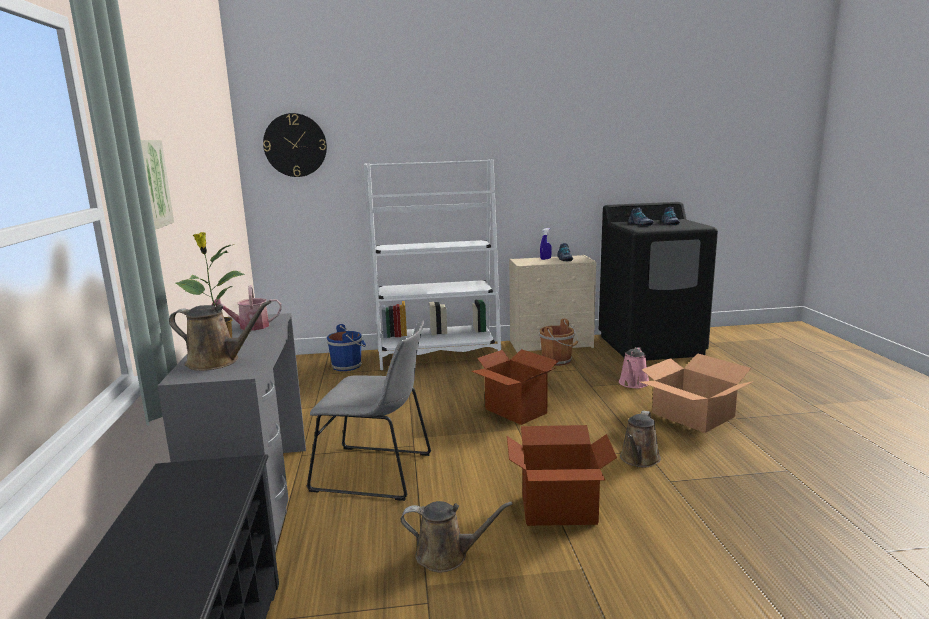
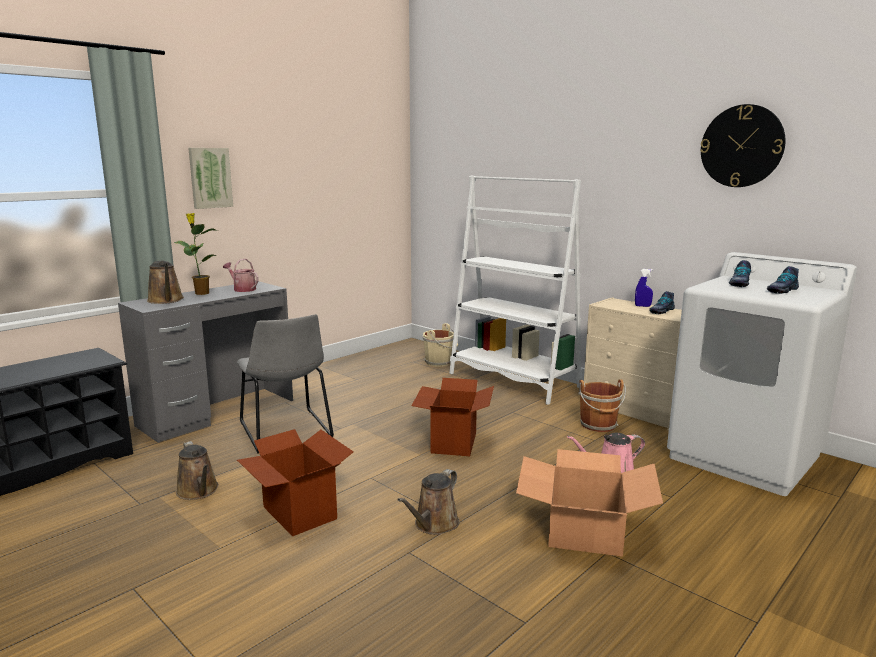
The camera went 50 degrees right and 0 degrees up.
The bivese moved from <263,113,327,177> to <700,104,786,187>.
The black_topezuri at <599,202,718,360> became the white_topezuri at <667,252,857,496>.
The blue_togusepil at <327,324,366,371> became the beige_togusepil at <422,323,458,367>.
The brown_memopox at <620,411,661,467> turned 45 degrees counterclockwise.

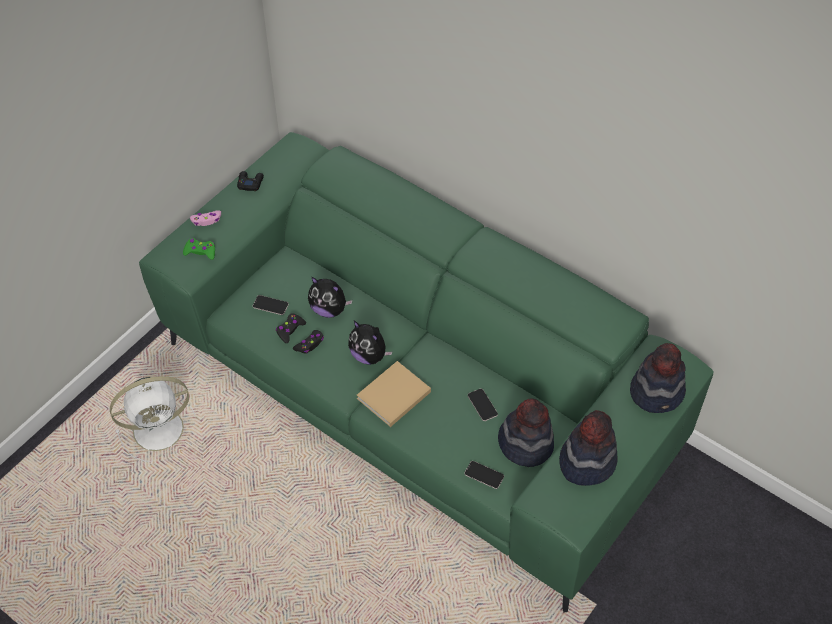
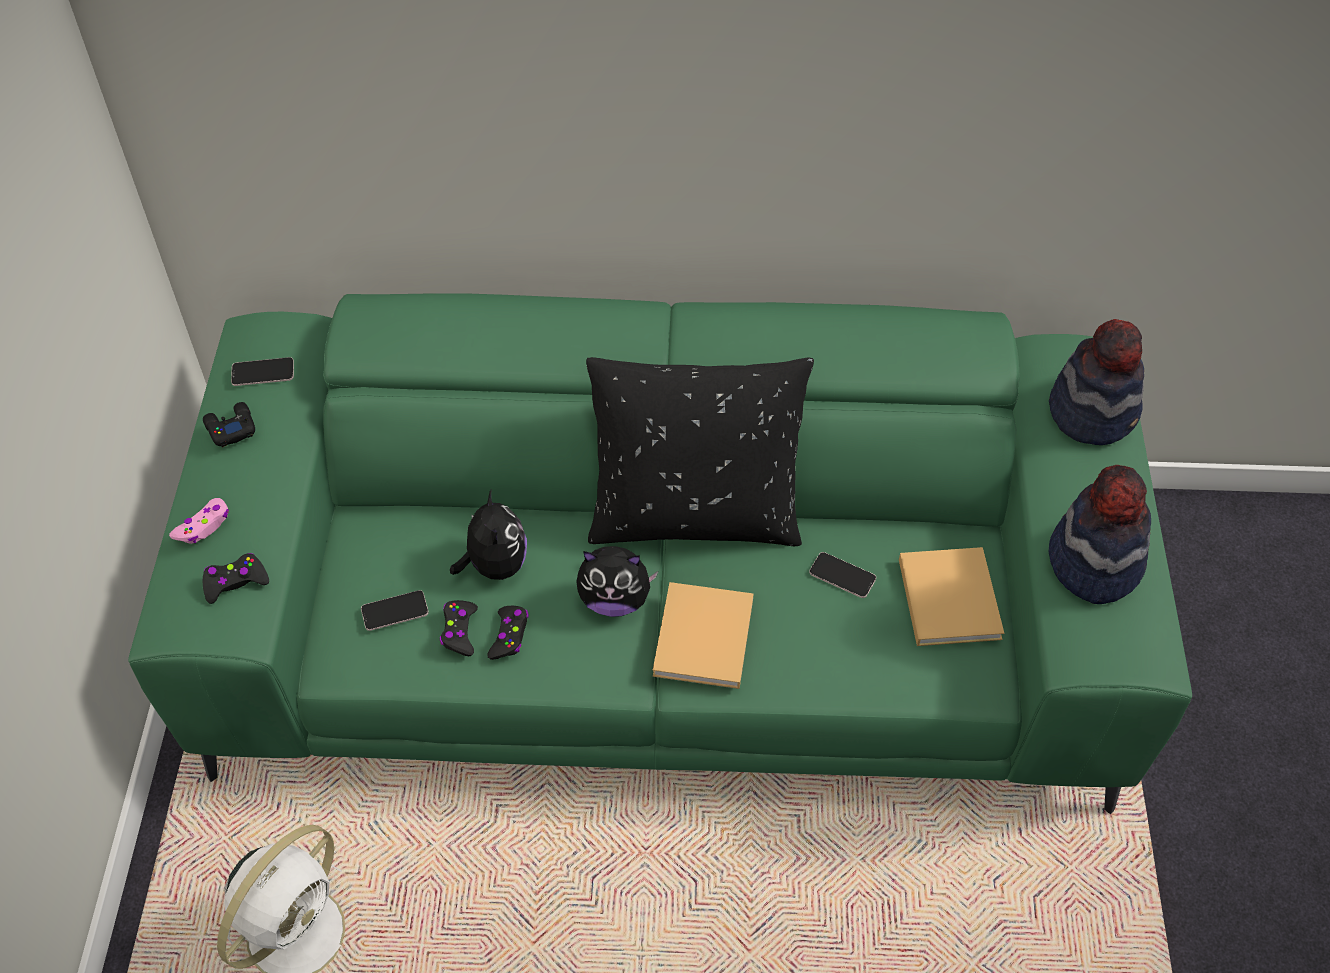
The camera went 35 degrees left and 0 degrees up.
The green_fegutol at <183,238,215,260> became the black_fegutol at <203,553,269,604>.
The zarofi at <308,277,353,318> turned 90 degrees counterclockwise.
The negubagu at <498,398,554,467> was replaced by the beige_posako at <899,547,1004,646>.
The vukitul moved from <465,461,504,489> to <231,357,294,386>.
The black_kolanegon at <586,357,814,546> appeared.

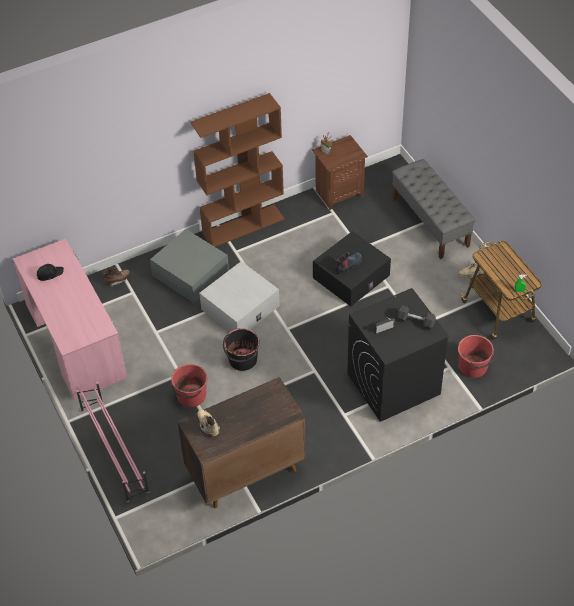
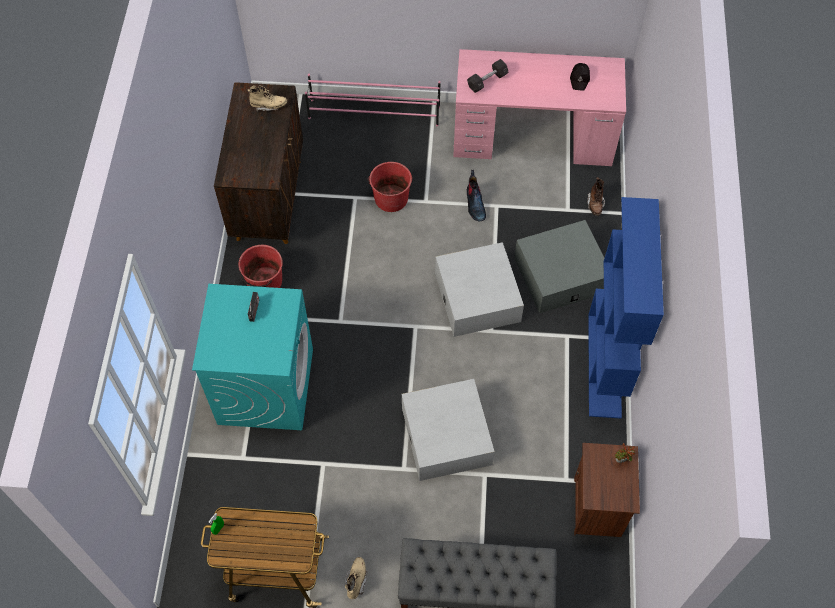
The camera went 120 degrees right and 10 degrees up.
The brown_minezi at <190,93,285,247> became the blue_minezi at <588,197,664,419>.
The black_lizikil at <313,231,391,306> became the white_lizikil at <402,379,494,481>.
The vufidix moved from <334,252,362,275> to <467,170,486,221>.
The black_topezuri at <347,288,449,422> became the turquoise_topezuri at <192,284,313,430>.
The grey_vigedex moved from <397,305,436,329> to <467,59,509,93>.
The black_togusepil at <223,328,259,371> disappeared.
The red_togusepil moved from <458,335,494,378> to <239,245,283,288>.

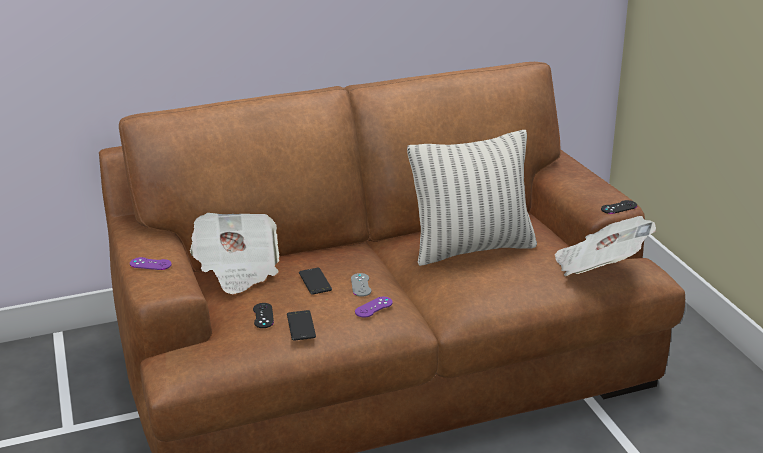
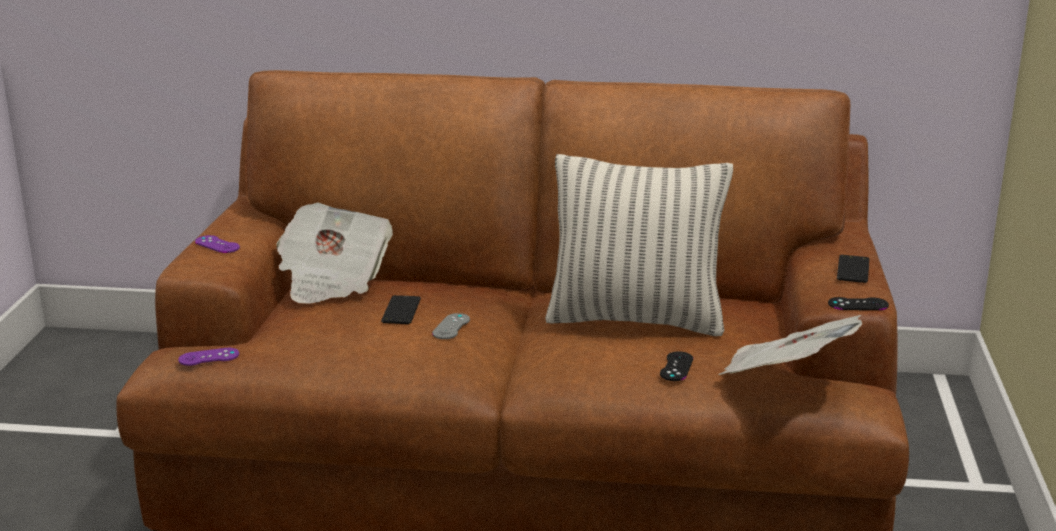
The camera went 25 degrees right and 5 degrees down.
The purple_fegutol moved from <355,297,393,318> to <178,348,239,366>.
The black_fegutol moved from <253,303,274,328> to <660,351,693,381>.
The vukitul moved from <287,310,316,341> to <837,255,869,283>.

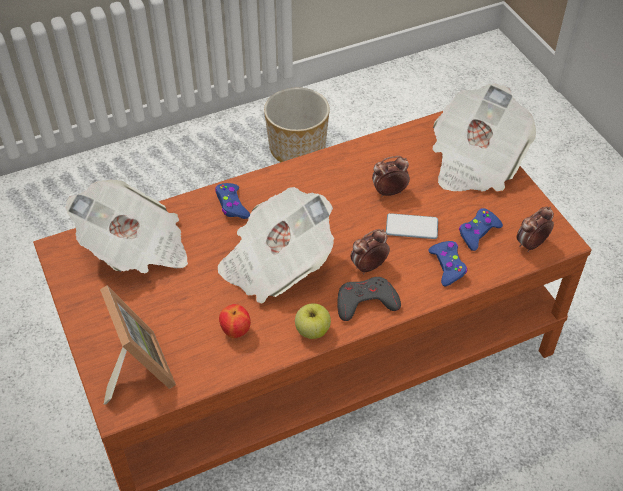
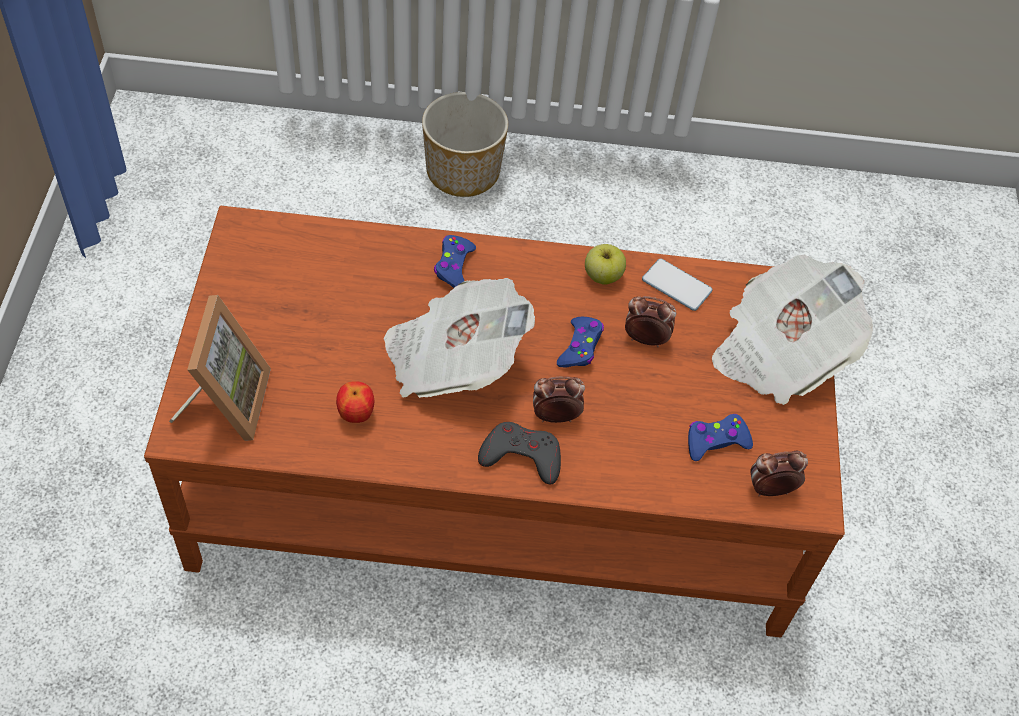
The camera went 25 degrees right and 5 degrees up.
The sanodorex moved from <264,88,330,162> to <422,92,508,197>.
The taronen at <66,180,188,274> disappeared.
The vukitul moved from <386,213,438,239> to <642,259,713,311>.
The blue_fegutol moved from <428,241,467,286> to <557,317,604,368>.
The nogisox moved from <295,304,331,339> to <585,244,626,285>.

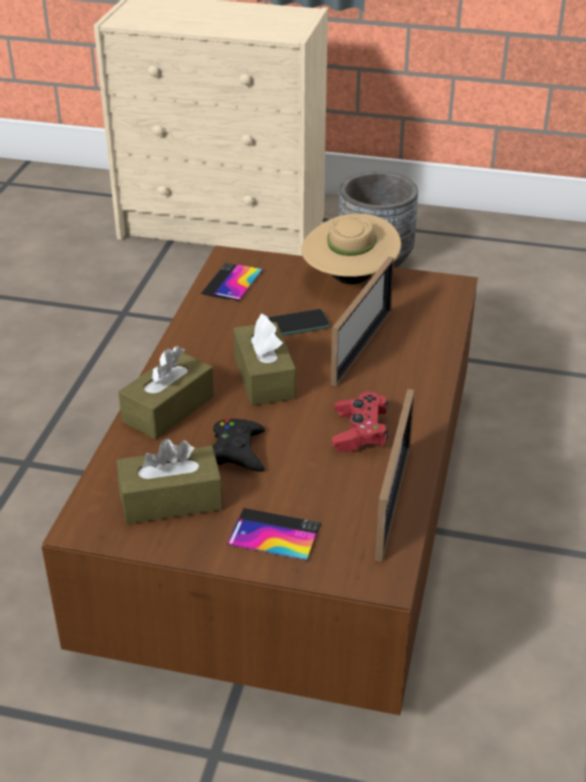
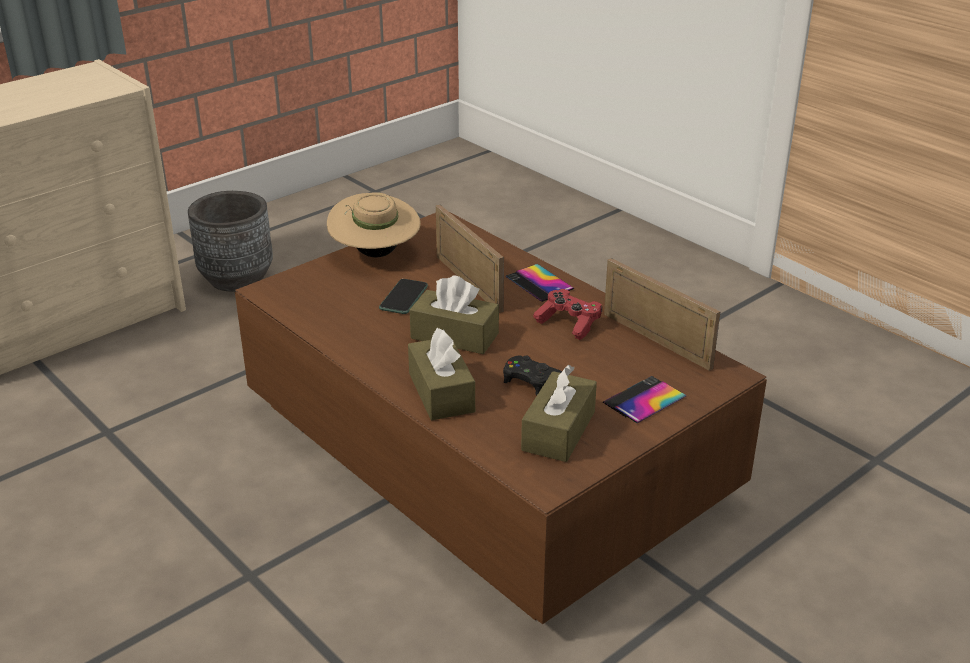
The camera went 55 degrees left and 5 degrees down.
The vukitul moved from <201,263,263,301> to <506,264,574,302>.

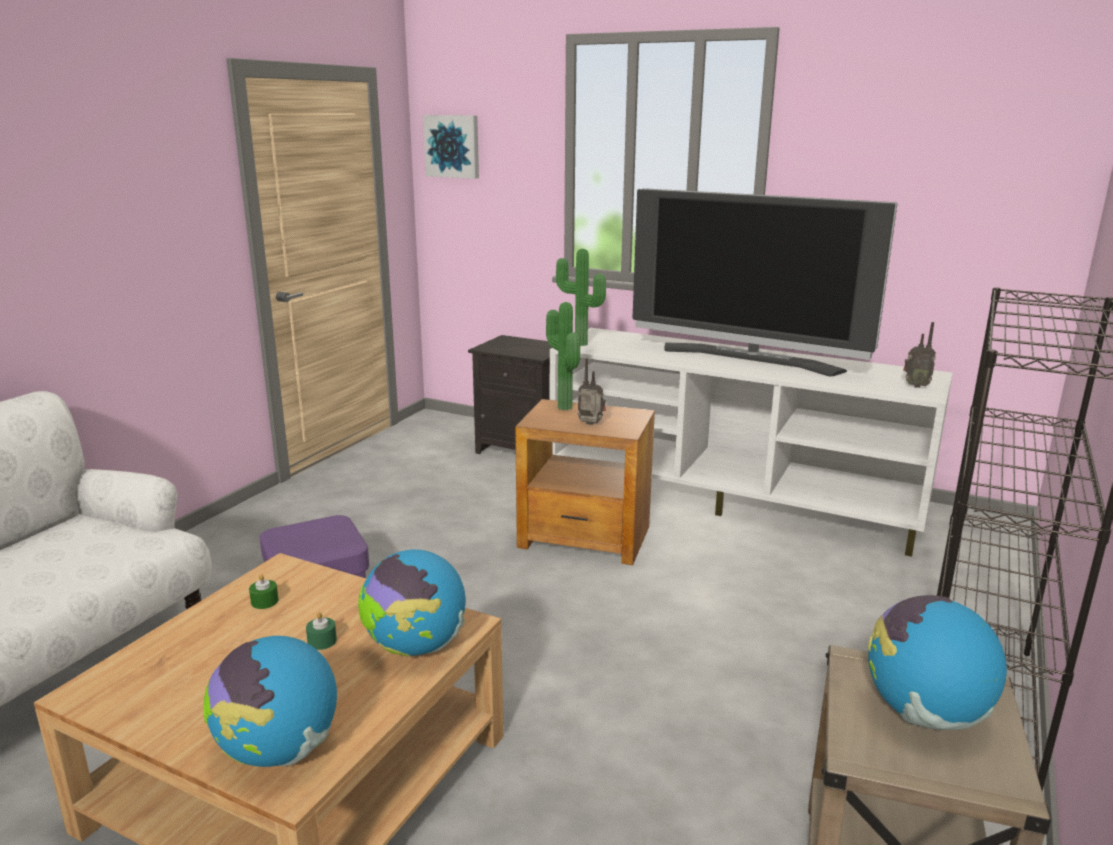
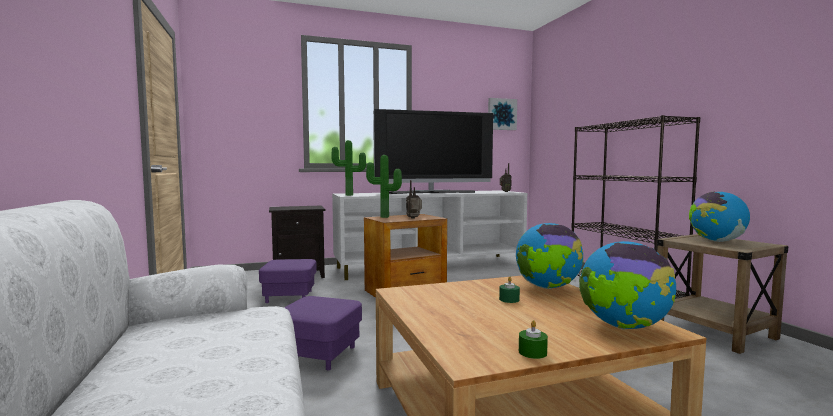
The camera went 45 degrees left and 15 degrees down.
The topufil moved from <423,115,479,179> to <488,98,517,130>.
The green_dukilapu moved from <249,574,279,609> to <519,320,548,359>.
The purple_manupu at <259,259,317,303> appeared.

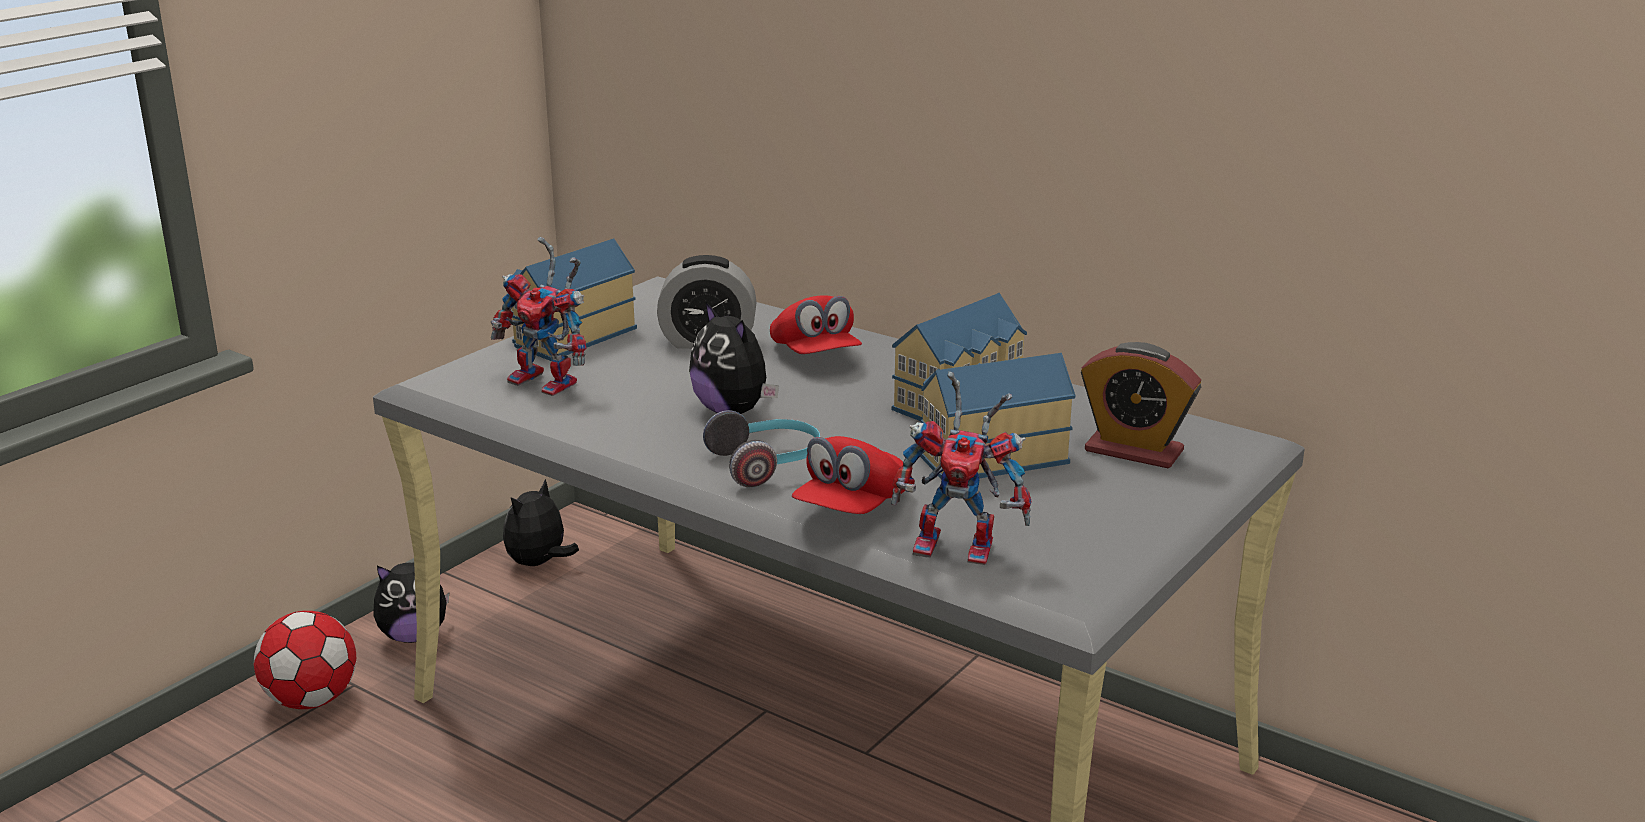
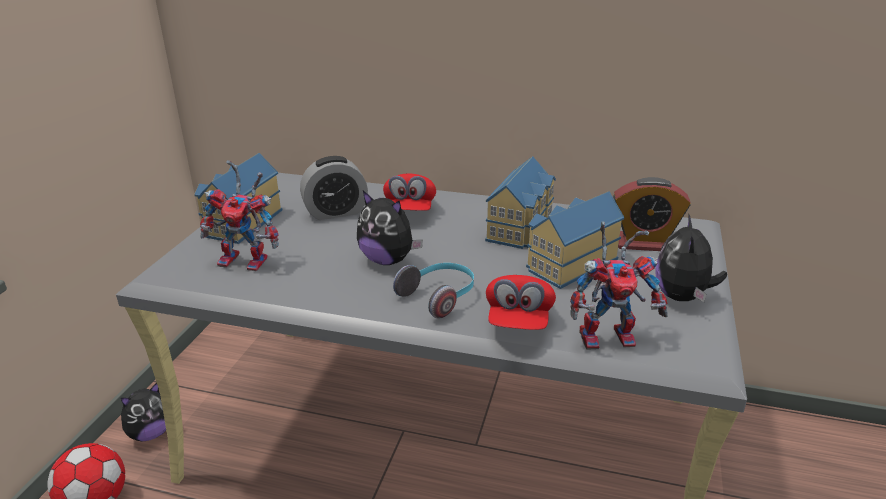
The camera went 20 degrees left and 5 degrees up.
The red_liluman at <770,295,862,354> turned 45 degrees clockwise.
The zarofi moved from <503,479,579,566> to <655,215,727,302>.

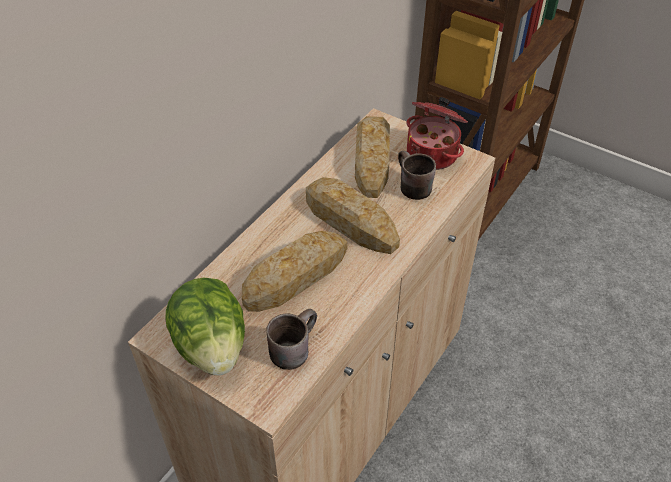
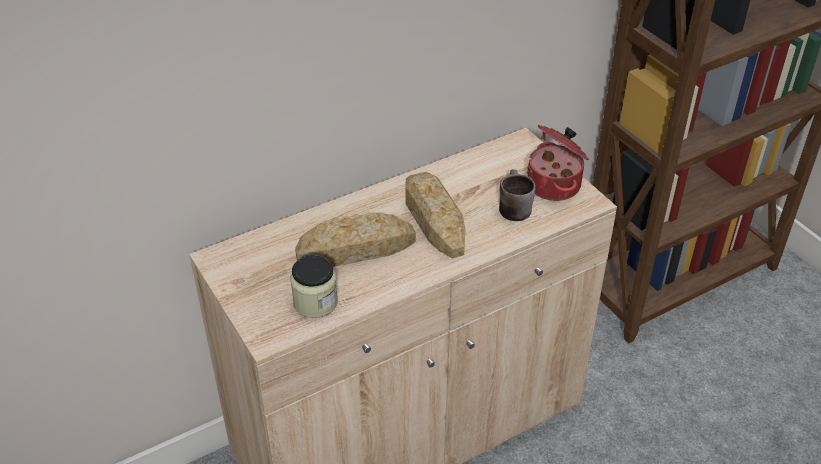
The camera went 25 degrees right and 5 degrees down.
The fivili at <355,116,390,198> disappeared.
The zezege at <165,277,245,376> disappeared.
The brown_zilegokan at <267,309,317,370> was replaced by the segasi at <291,255,338,318>.

